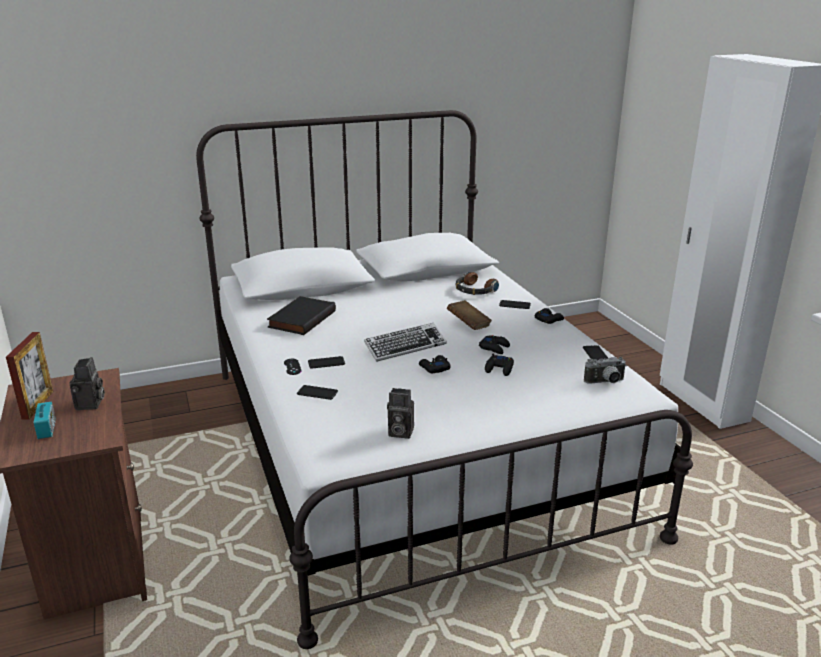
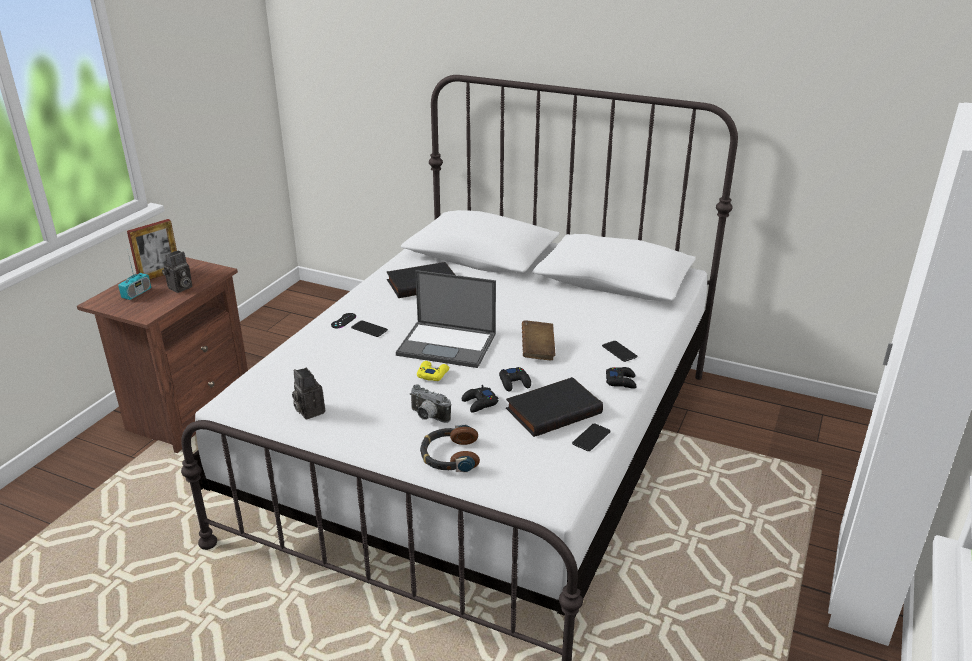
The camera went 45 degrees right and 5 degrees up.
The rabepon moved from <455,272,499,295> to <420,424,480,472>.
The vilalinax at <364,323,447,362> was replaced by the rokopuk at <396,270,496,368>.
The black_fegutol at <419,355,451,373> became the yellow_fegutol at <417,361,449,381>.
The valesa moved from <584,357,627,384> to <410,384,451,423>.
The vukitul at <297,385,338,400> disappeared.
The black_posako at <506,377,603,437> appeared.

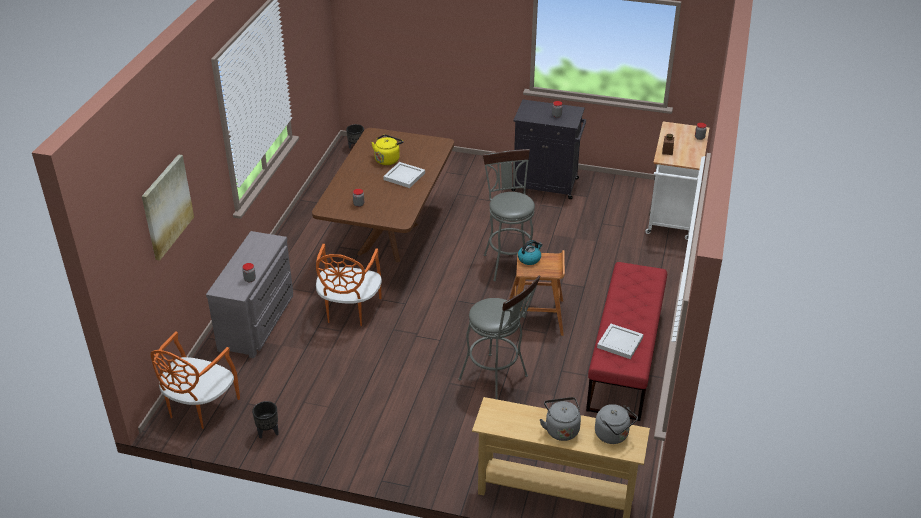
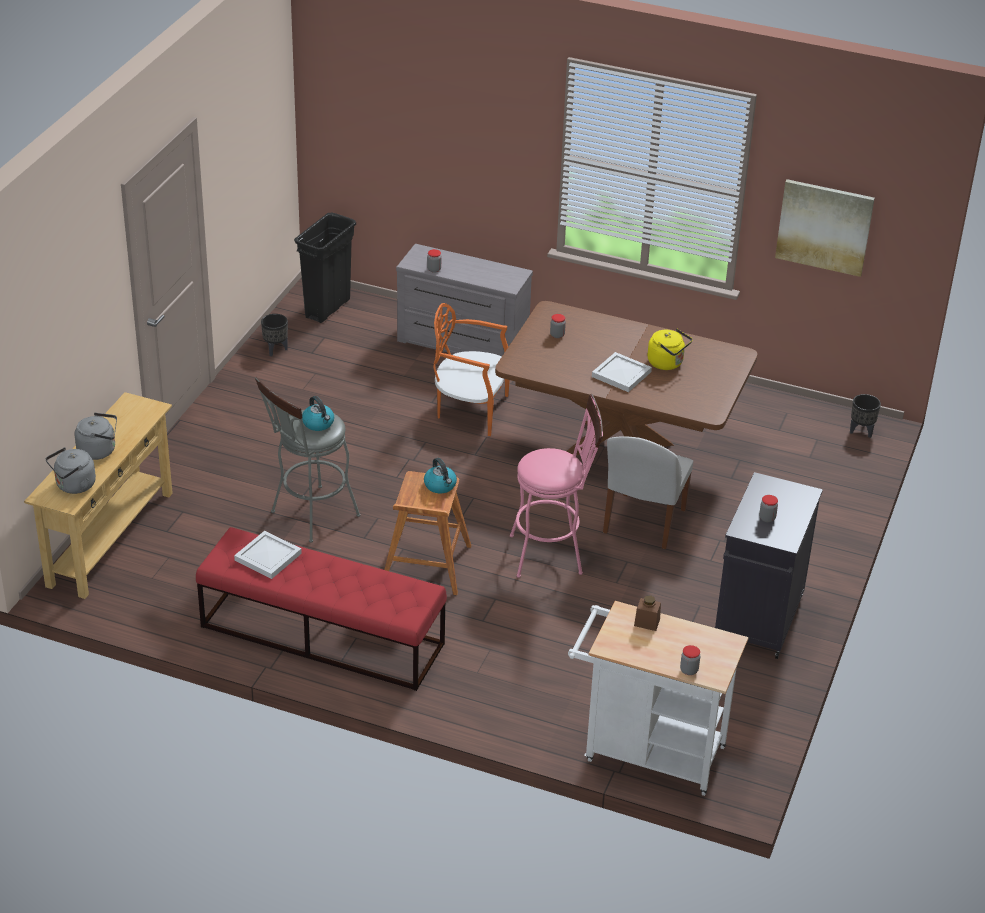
The camera went 95 degrees right and 0 degrees up.
The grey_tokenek at <483,149,535,281> became the pink_tokenek at <510,394,603,578>.
The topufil moved from <142,154,194,261> to <775,179,875,277>.
The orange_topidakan at <151,331,240,429> was replaced by the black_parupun at <294,213,356,323>.
The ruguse at <302,396,334,431> appeared.
The white_topidakan at <603,436,693,549> appeared.

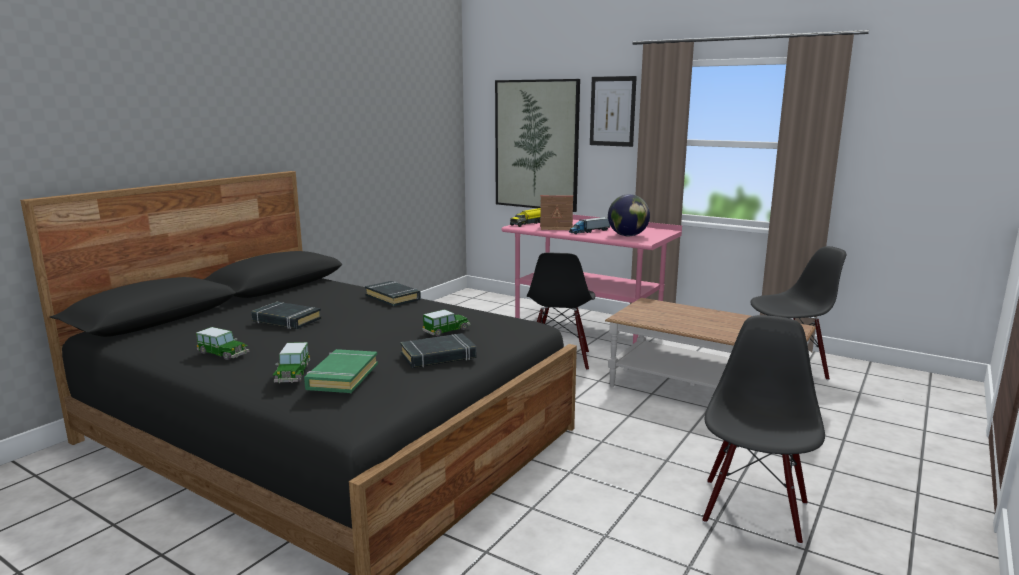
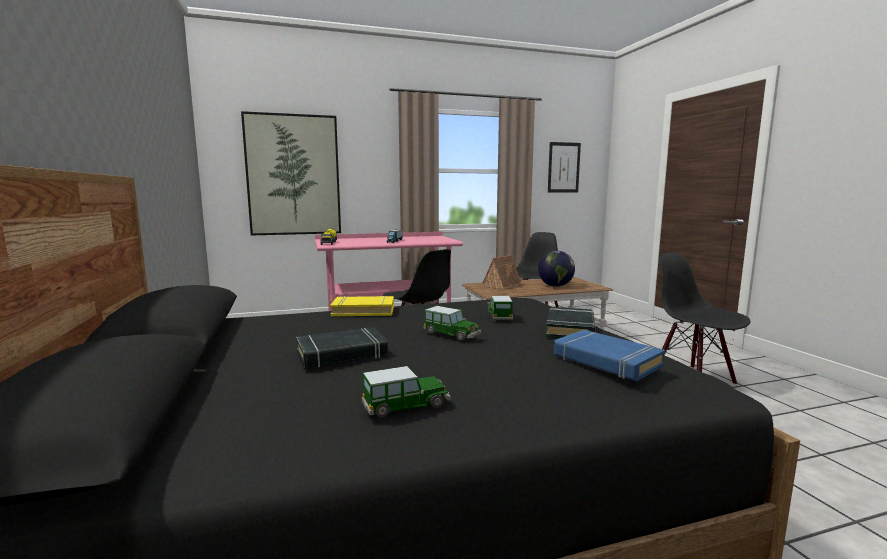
The camera went 50 degrees left and 5 degrees down.
The topufil moved from <590,76,637,147> to <548,142,581,193>.
The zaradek moved from <608,194,650,236> to <538,251,575,287>.
The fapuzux moved from <540,195,574,231> to <483,255,523,290>.
The black_posako at <365,281,421,306> became the yellow_posako at <330,296,394,317>.
The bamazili moved from <273,342,310,383> to <424,306,481,340>.
The green_posako at <304,349,378,393> became the blue_posako at <554,330,665,381>.

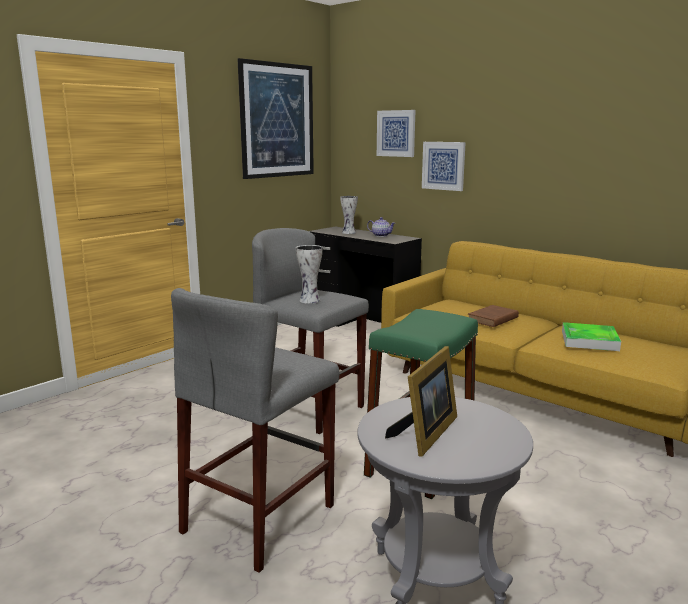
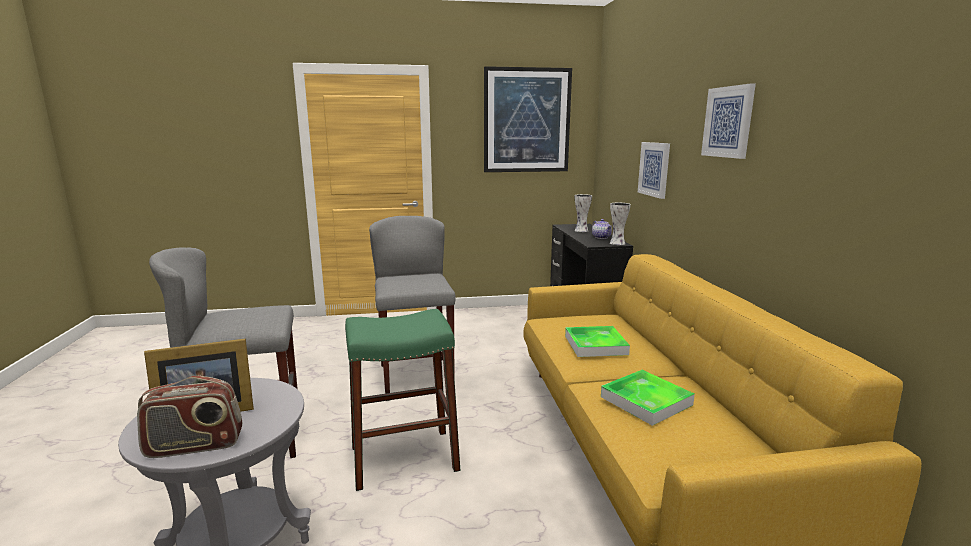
The camera went 40 degrees right and 0 degrees up.
The topufil moved from <377,110,415,157> to <701,83,756,159>.
The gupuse moved from <296,245,323,304> to <610,203,631,245>.
The brown_posako at <468,305,519,327> was replaced by the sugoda at <565,326,630,357>.
The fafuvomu at <137,376,242,458> appeared.

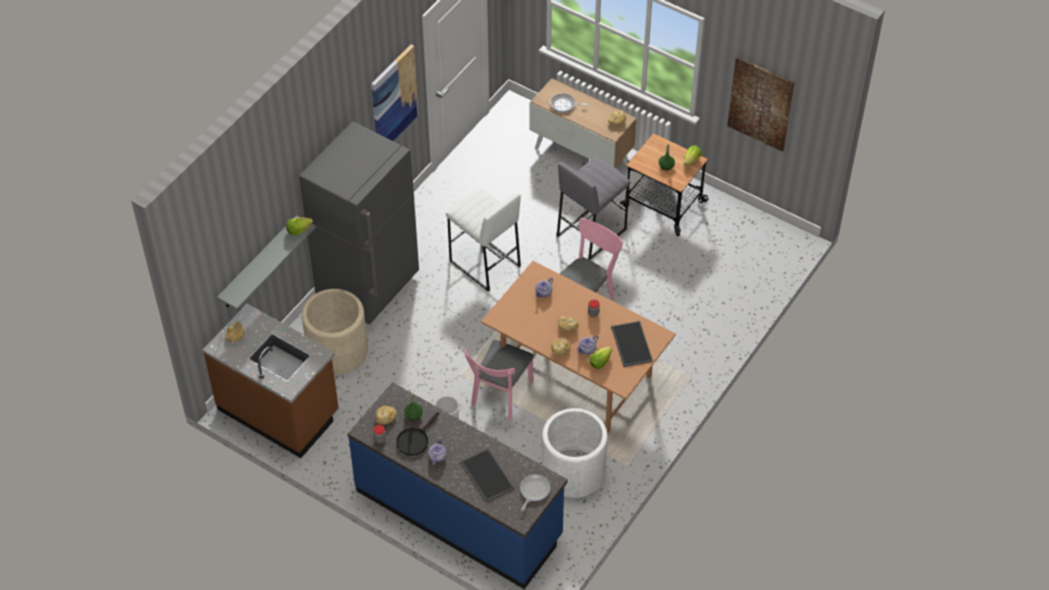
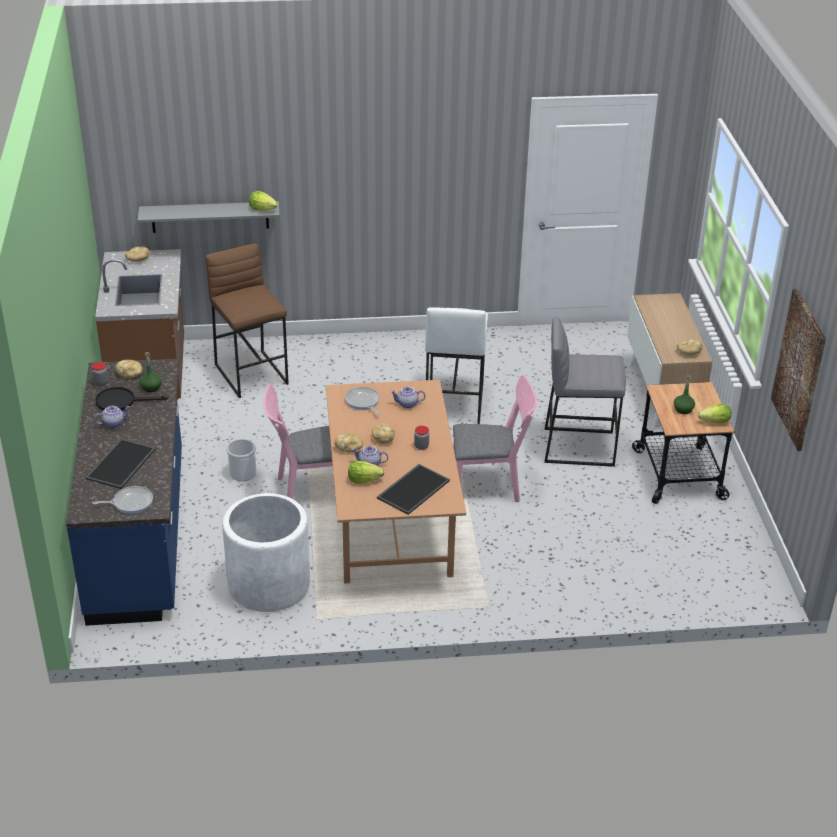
The camera went 50 degrees right and 15 degrees down.
The topufil at <371,45,418,141> disappeared.
The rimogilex moved from <550,93,588,113> to <345,387,380,415>.
The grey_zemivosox at <299,121,419,325> disappeared.
The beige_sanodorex at <302,289,368,375> was replaced by the brown_tokenek at <206,243,289,398>.

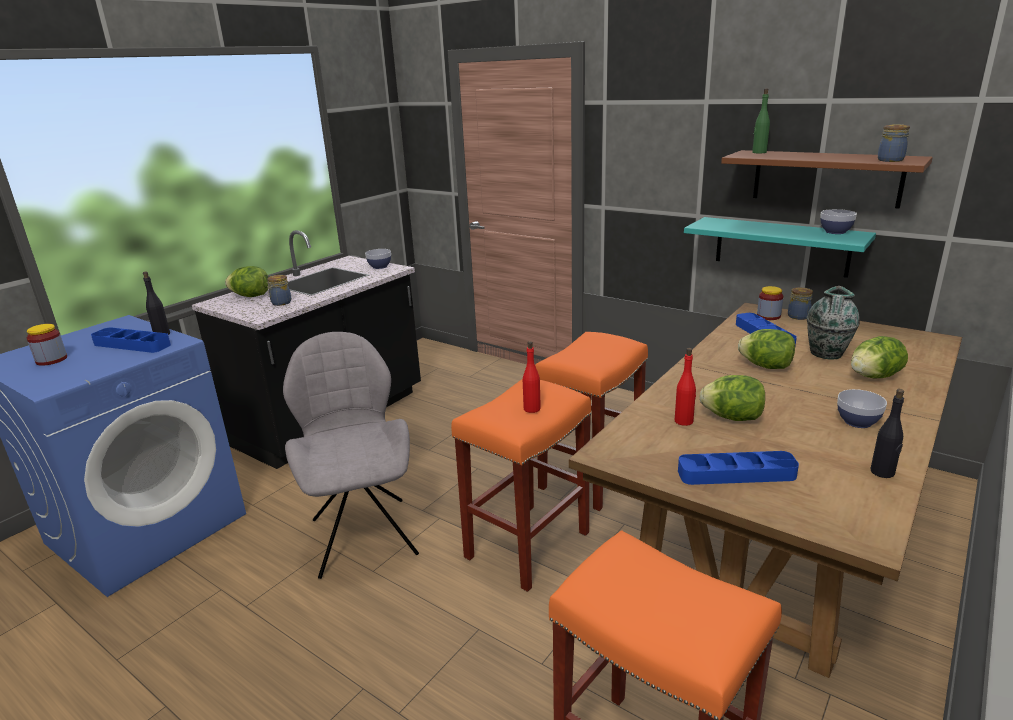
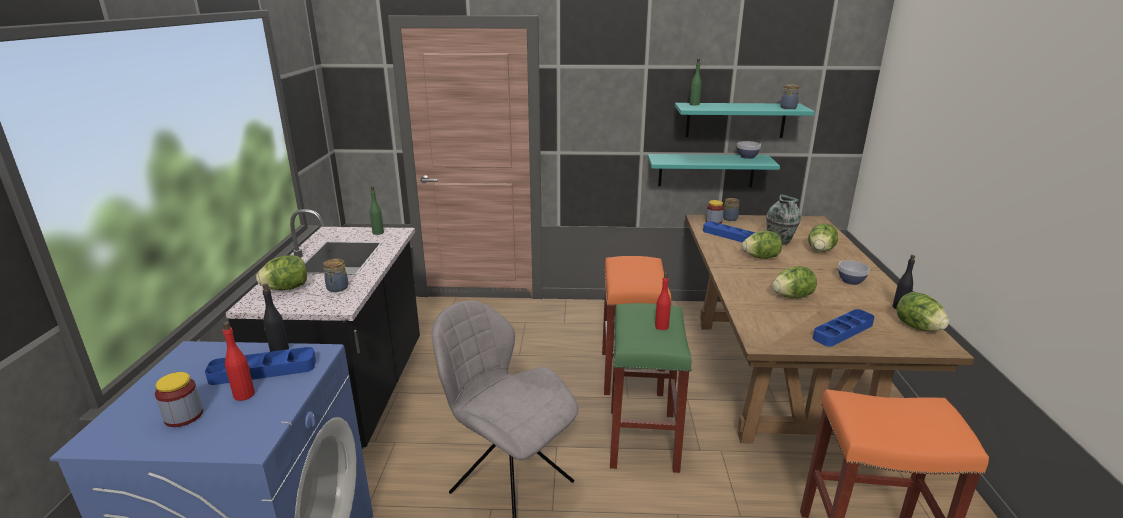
The camera went 35 degrees left and 0 degrees up.
The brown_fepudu at <721,150,933,209> became the turquoise_fepudu at <675,103,815,138>.
The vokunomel at <365,249,391,269> was replaced by the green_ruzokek at <370,186,384,235>.
The red_ruzokek moved from <675,348,696,426> to <222,321,255,401>.
The orange_tokenek at <451,379,591,592> became the green_tokenek at <610,303,692,473>.
The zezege at <896,292,949,331> appeared.

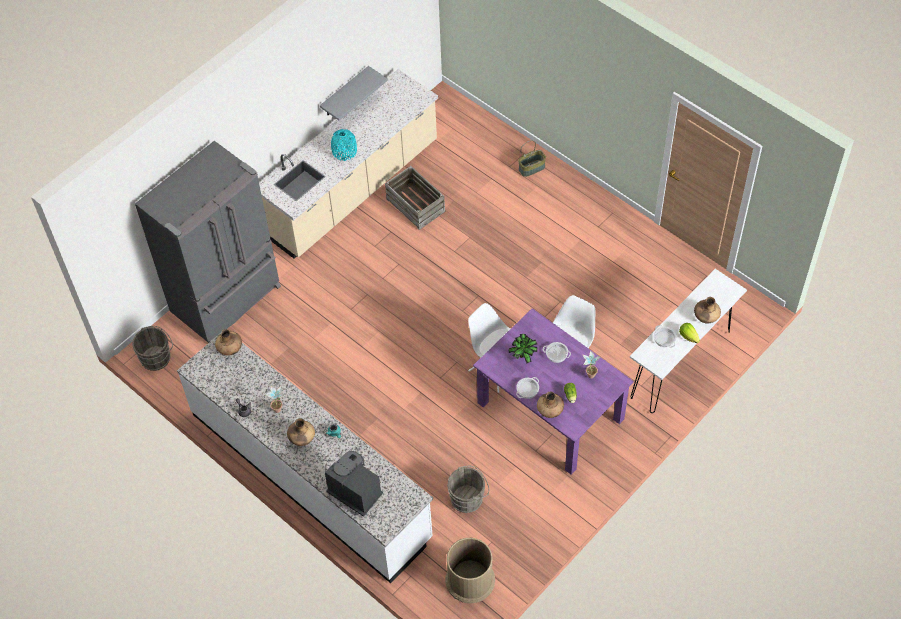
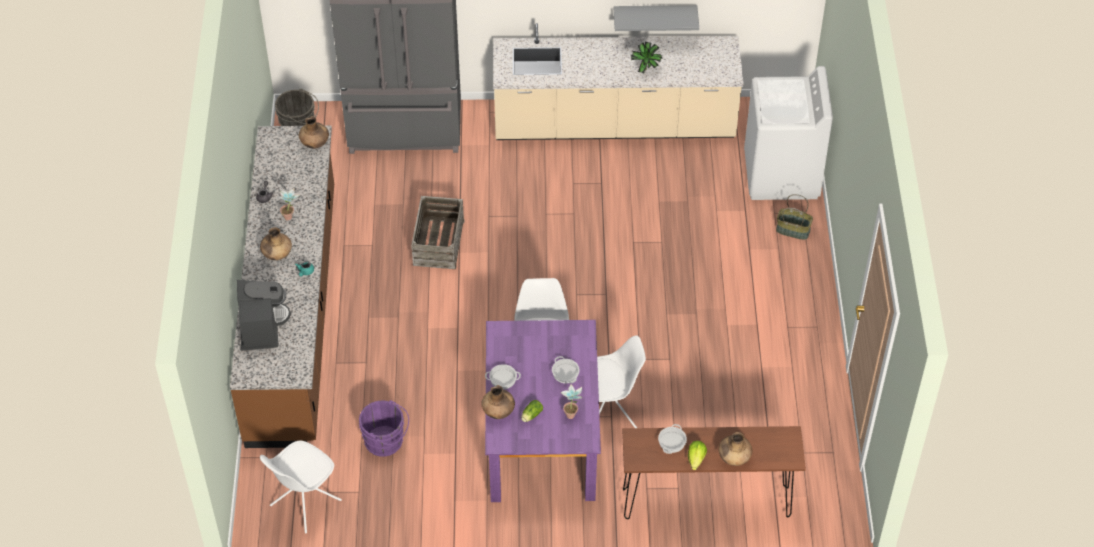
The camera went 45 degrees right and 5 degrees down.
The turquoise_gupuse at <331,129,357,161> disappeared.
The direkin moved from <385,166,445,230> to <411,196,465,269>.
The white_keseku at <630,269,747,413> became the brown_keseku at <622,426,806,519>.
The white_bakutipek at <177,333,433,583> became the brown_bakutipek at <230,125,334,448>.
The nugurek moved from <509,334,537,364> to <631,42,662,74>.
The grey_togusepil at <447,466,489,513> became the purple_togusepil at <359,400,409,457>.
The brown_parupun at <445,538,495,603> was replaced by the white_topidakan at <260,441,342,533>.
The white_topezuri at <744,66,833,200> appeared.

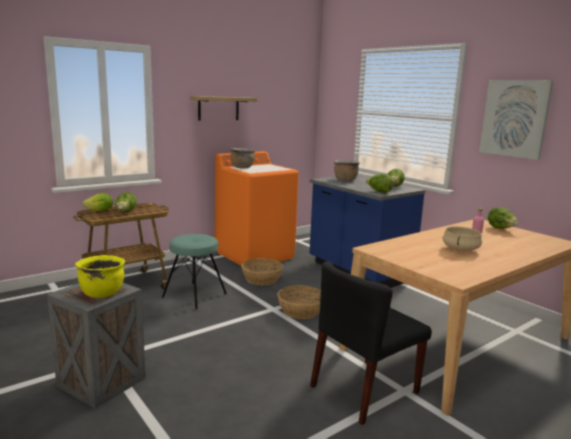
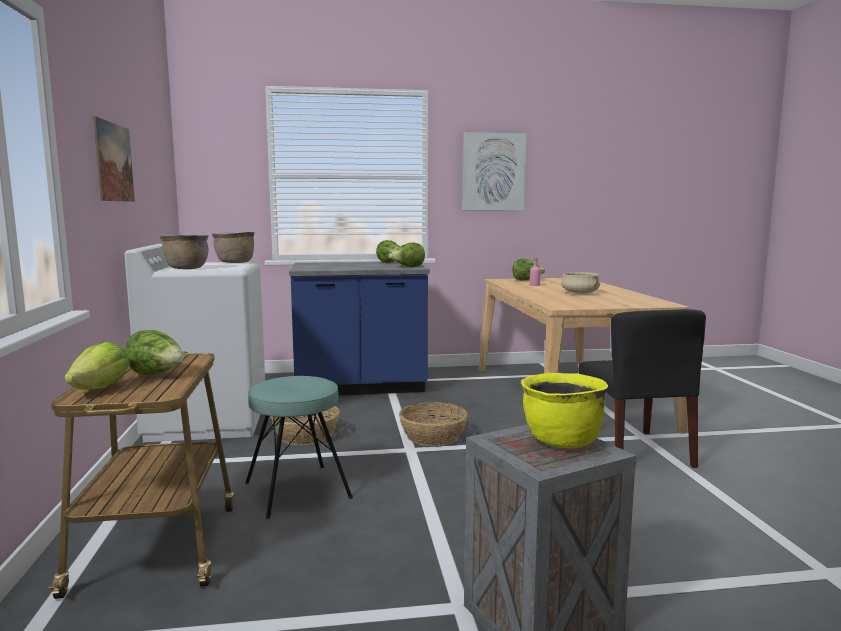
The camera went 60 degrees left and 5 degrees down.
The fepudu at <190,96,257,120> was replaced by the topufil at <93,116,135,202>.
The orange_topezuri at <215,151,299,268> became the white_topezuri at <124,244,265,442>.
The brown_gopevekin moved from <334,160,360,181> to <212,232,255,263>.

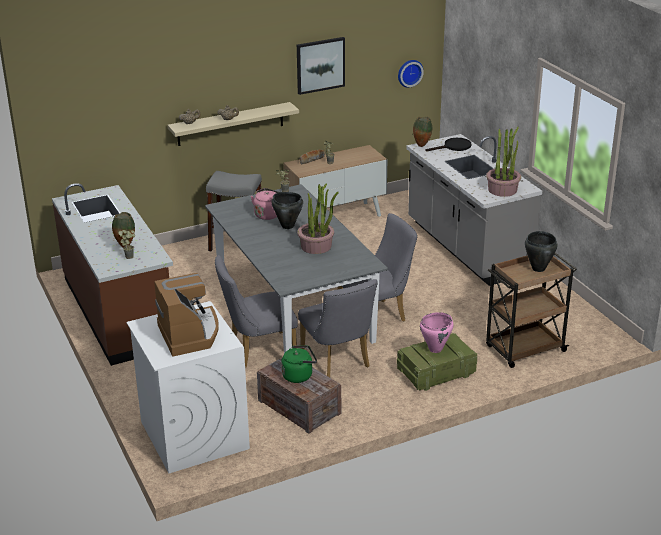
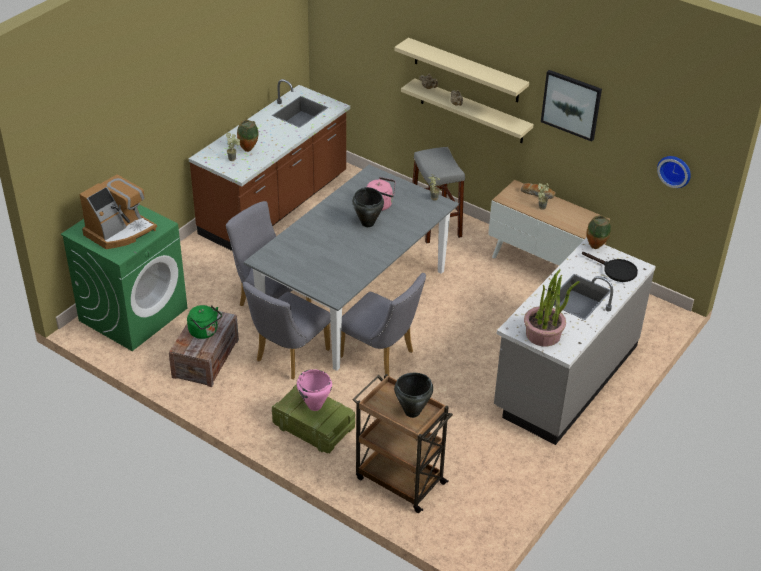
The camera went 60 degrees right and 10 degrees up.
The nugurek at <297,183,339,254> disappeared.
The white_topezuri at <127,301,250,473> became the green_topezuri at <61,204,187,351>.
The beige_fepudu at <394,38,529,103> appeared.

